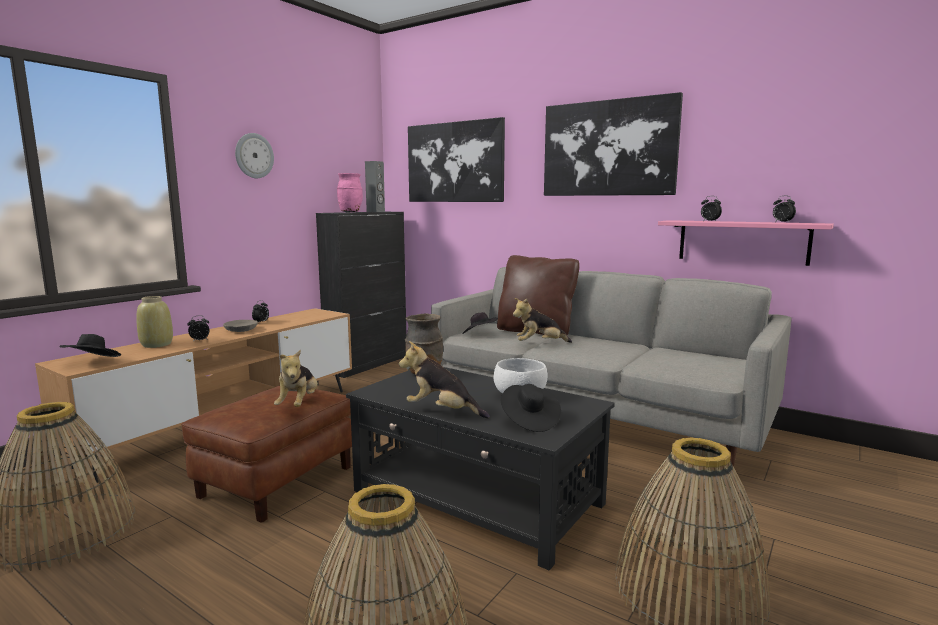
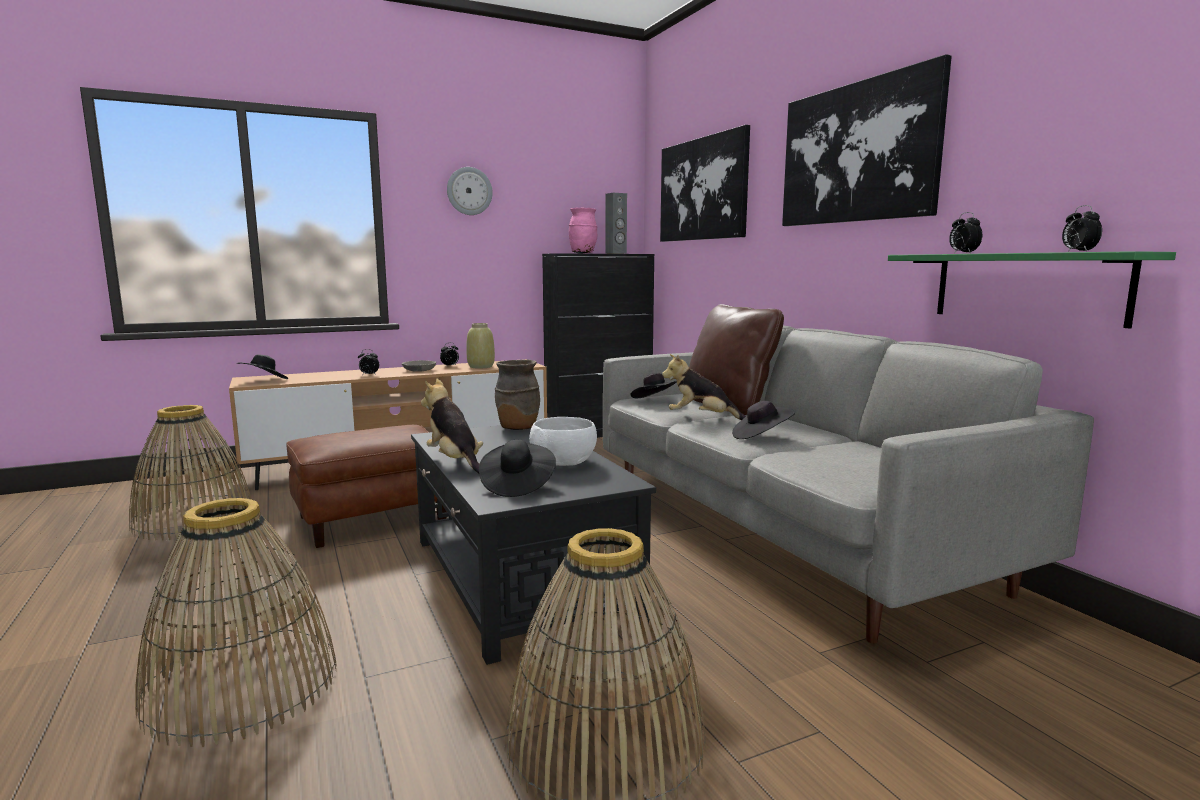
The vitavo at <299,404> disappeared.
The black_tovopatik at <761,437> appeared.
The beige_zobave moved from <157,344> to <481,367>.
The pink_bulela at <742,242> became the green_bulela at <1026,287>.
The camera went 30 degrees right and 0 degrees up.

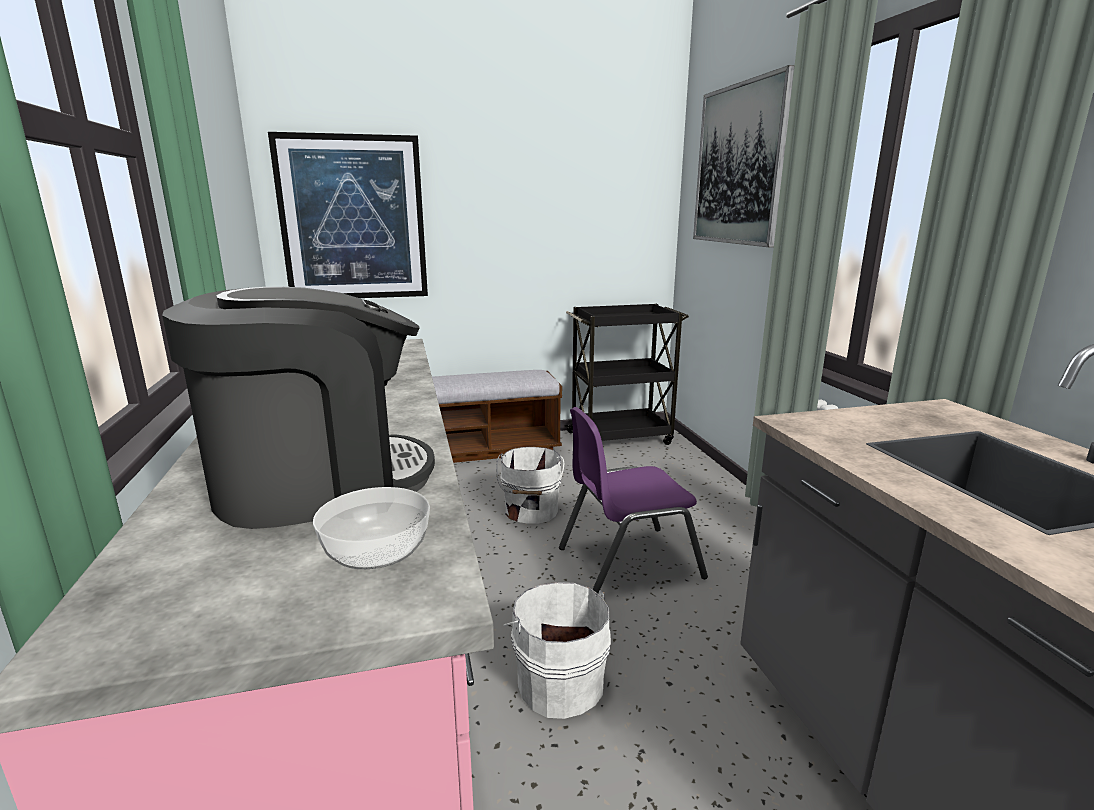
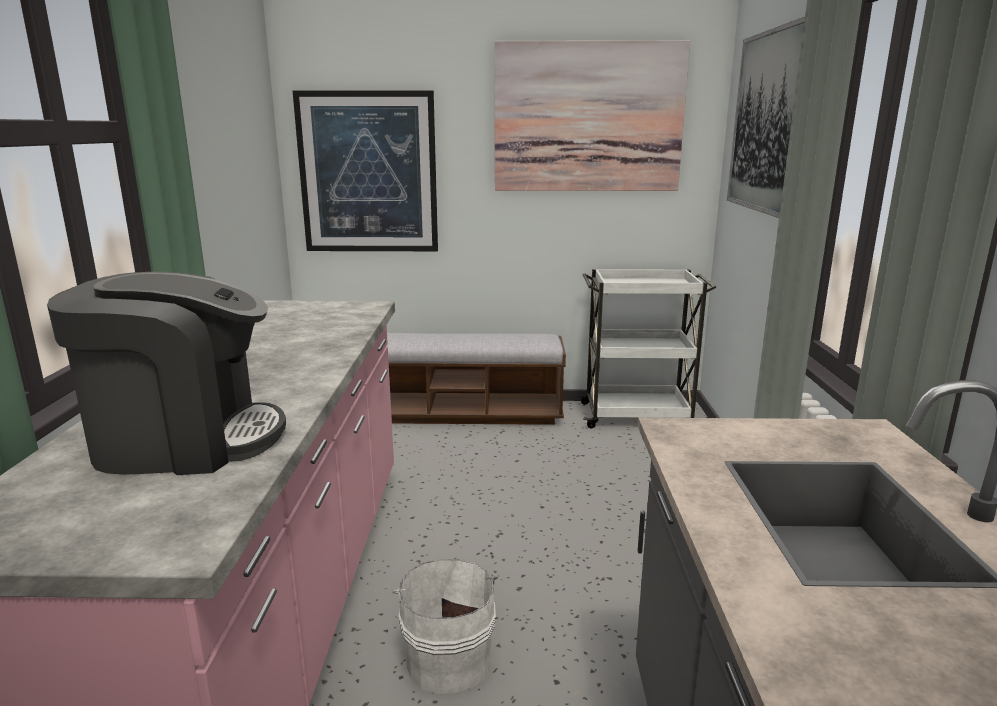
The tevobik at <374,551> disappeared.
The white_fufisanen at <530,511> disappeared.
The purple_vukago at <628,562> disappeared.
The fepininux at <588,118> appeared.
The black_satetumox at <621,438> became the white_satetumox at <637,415>.
The camera went 15 degrees right and 0 degrees up.

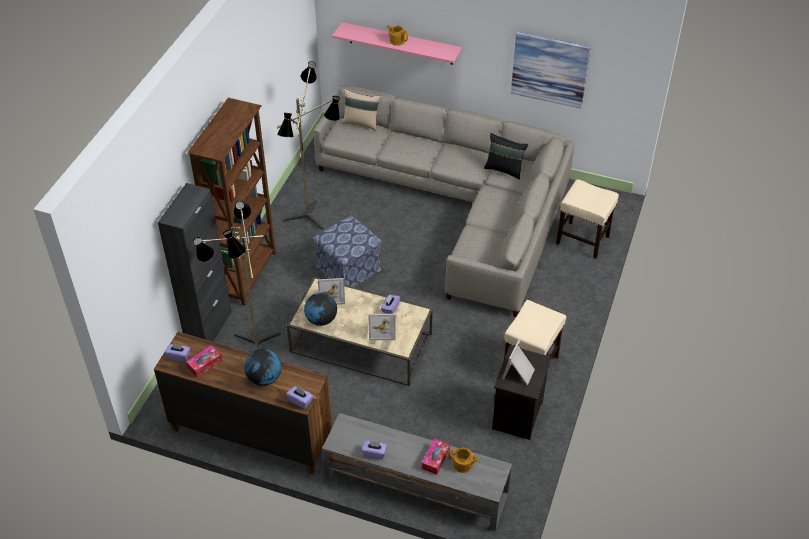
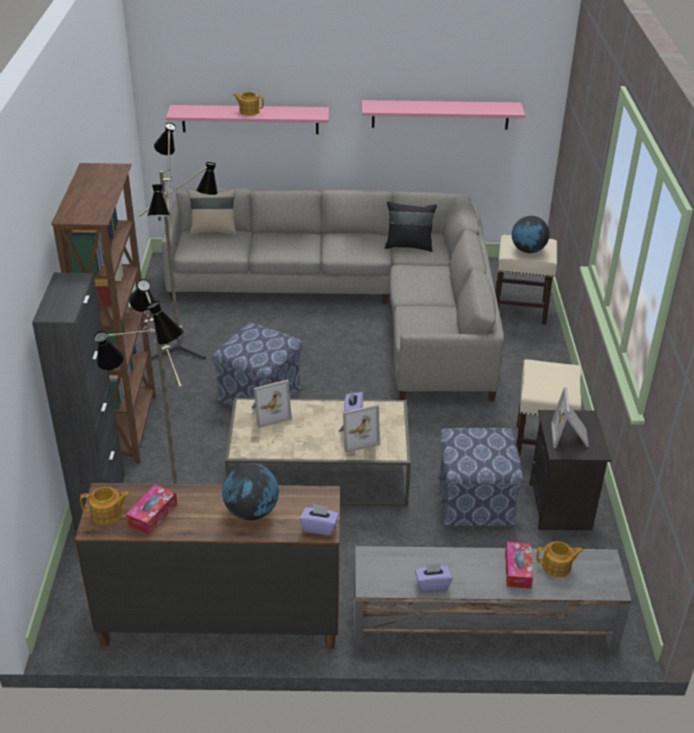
The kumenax at <474,501> appeared.
The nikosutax moved from <321,320> to <528,250>.
The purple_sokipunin at <178,356> was replaced by the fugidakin at <107,514>.
The fepininux at <549,69> was replaced by the pink_bulela at <440,114>.
The camera went 20 degrees left and 10 degrees down.

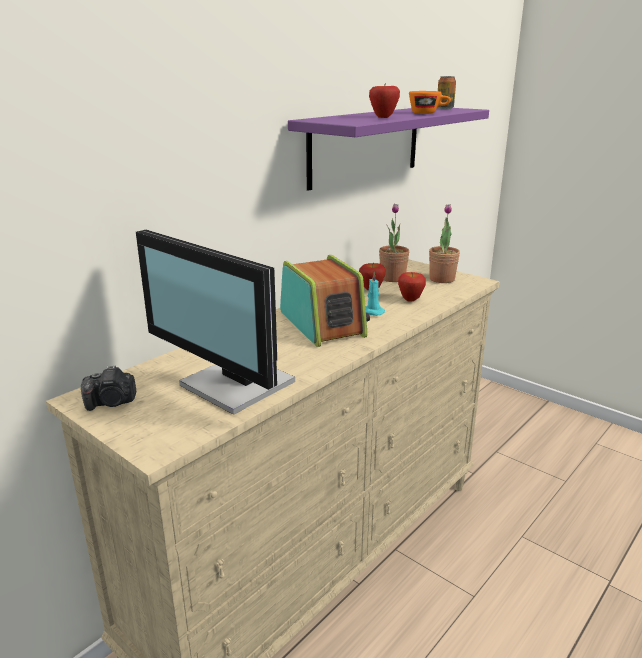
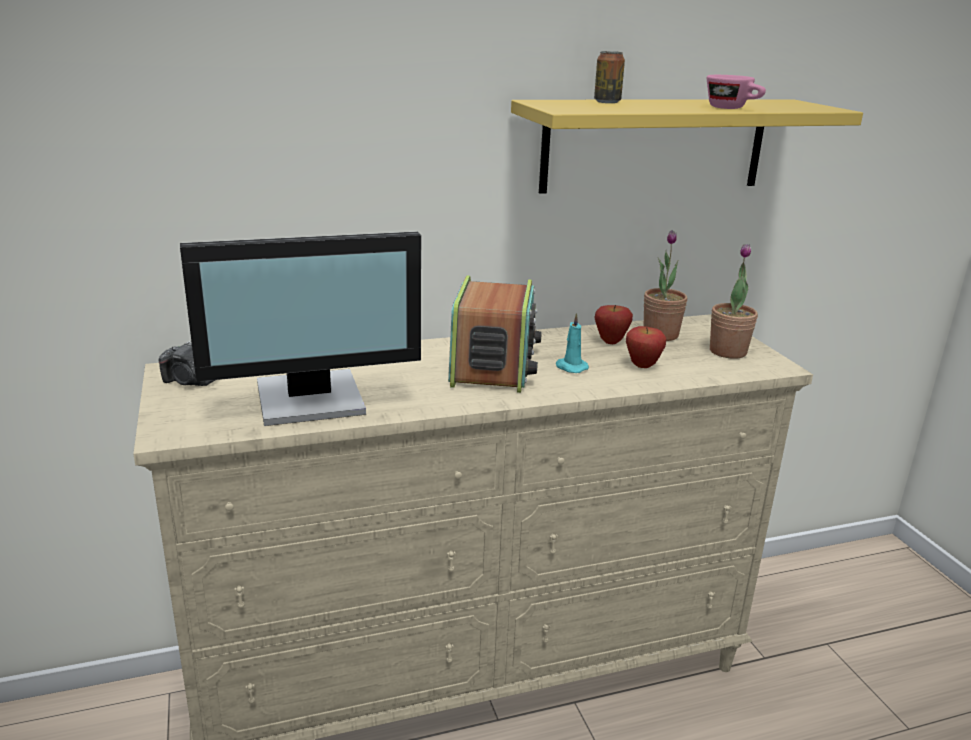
The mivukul at <383,117> disappeared.
The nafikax moved from <445,108> to <607,102>.
The purple_bulela at <365,145> became the yellow_bulela at <655,145>.
The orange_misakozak at <428,113> became the pink_misakozak at <733,108>.
The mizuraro at <234,386> turned 90 degrees counterclockwise.
The camera went 30 degrees right and 0 degrees up.

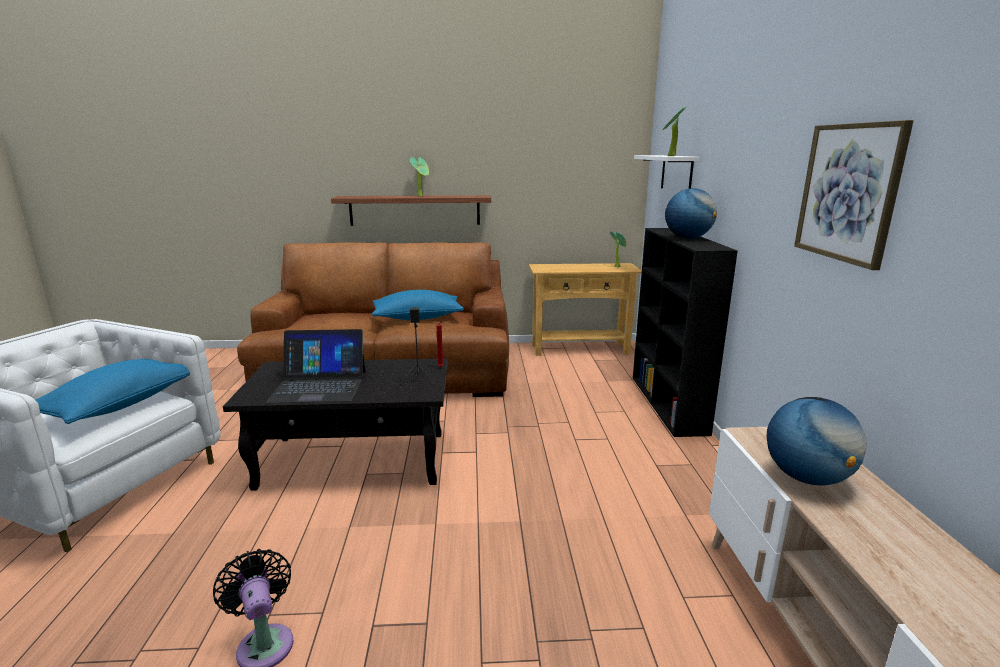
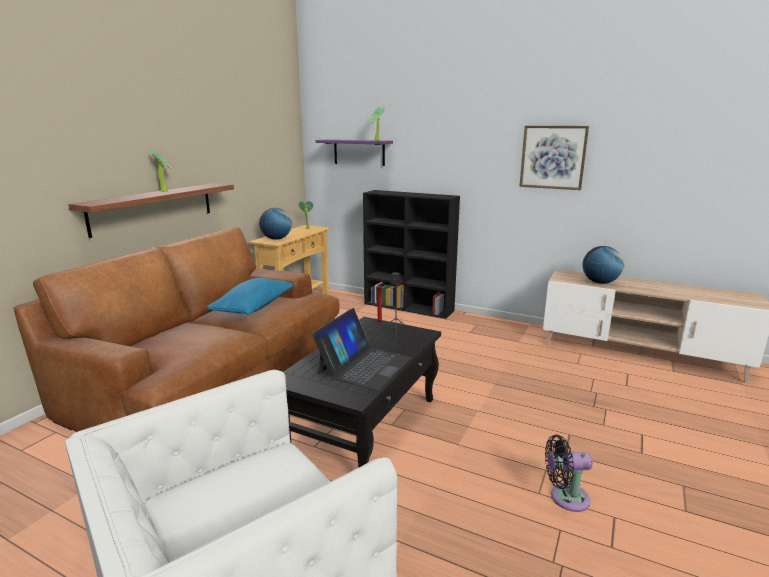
The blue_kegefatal at <120,405> disappeared.
The nikosutax moved from <688,238> to <276,239>.
The white_bulela at <676,173> became the purple_bulela at <359,152>.
The camera went 60 degrees left and 0 degrees up.

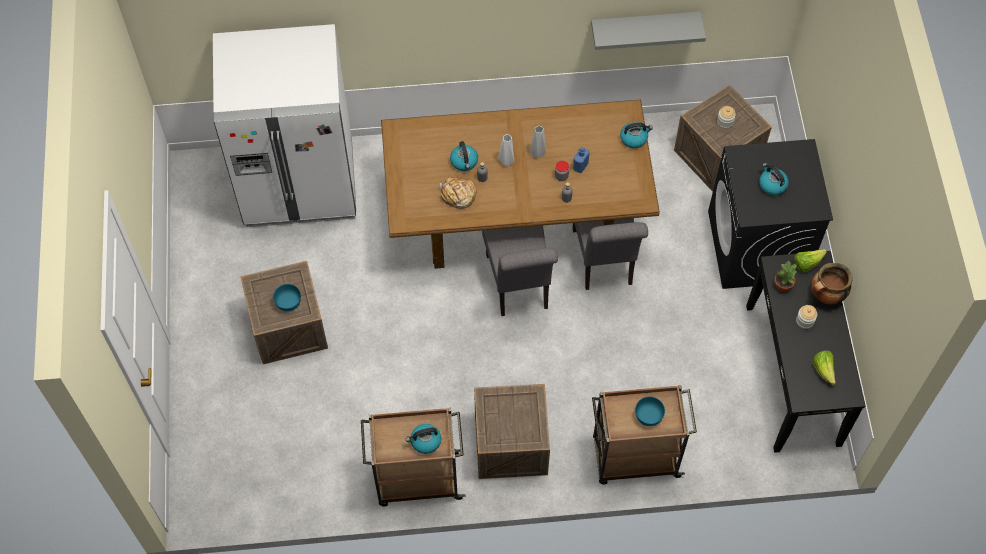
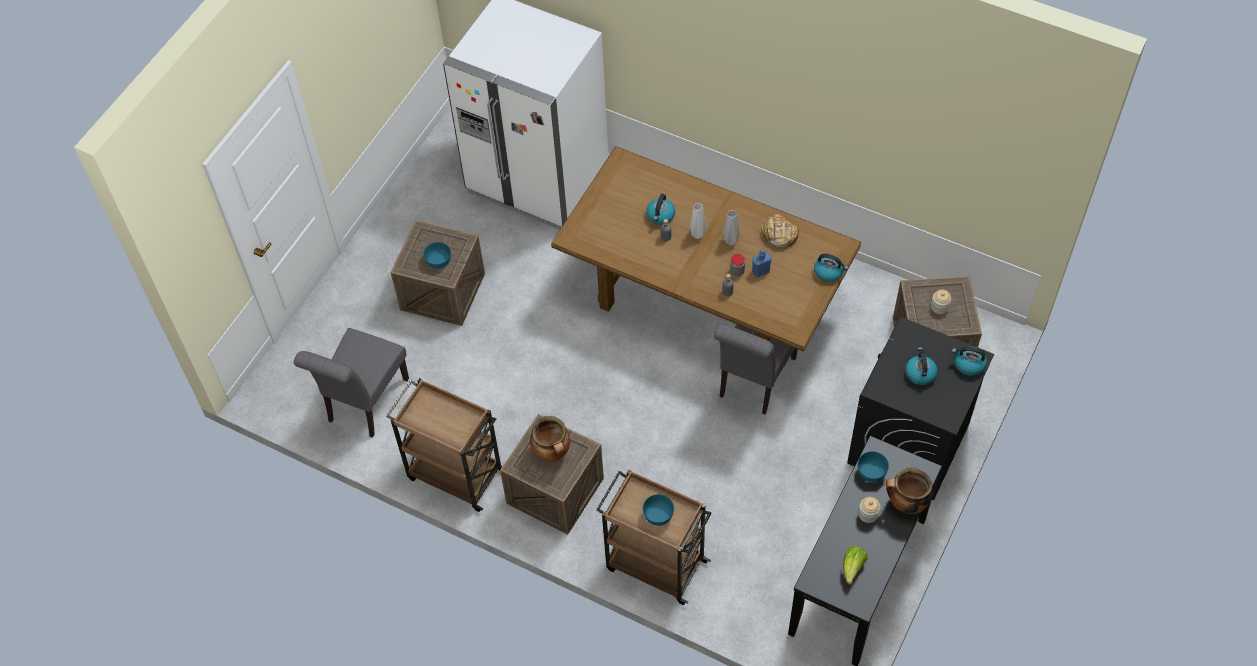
The grey_bulela at <644,25> disappeared.
The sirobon at <807,263> disappeared.
The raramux at <552,452> appeared.
The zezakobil moved from <425,441> to <968,364>.
The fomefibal moved from <458,195> to <779,235>.
The grey_vukago moved from <519,286> to <365,404>.
The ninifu at <783,285> was replaced by the turquoise_tevobik at <871,471>.
The camera went 35 degrees right and 5 degrees down.

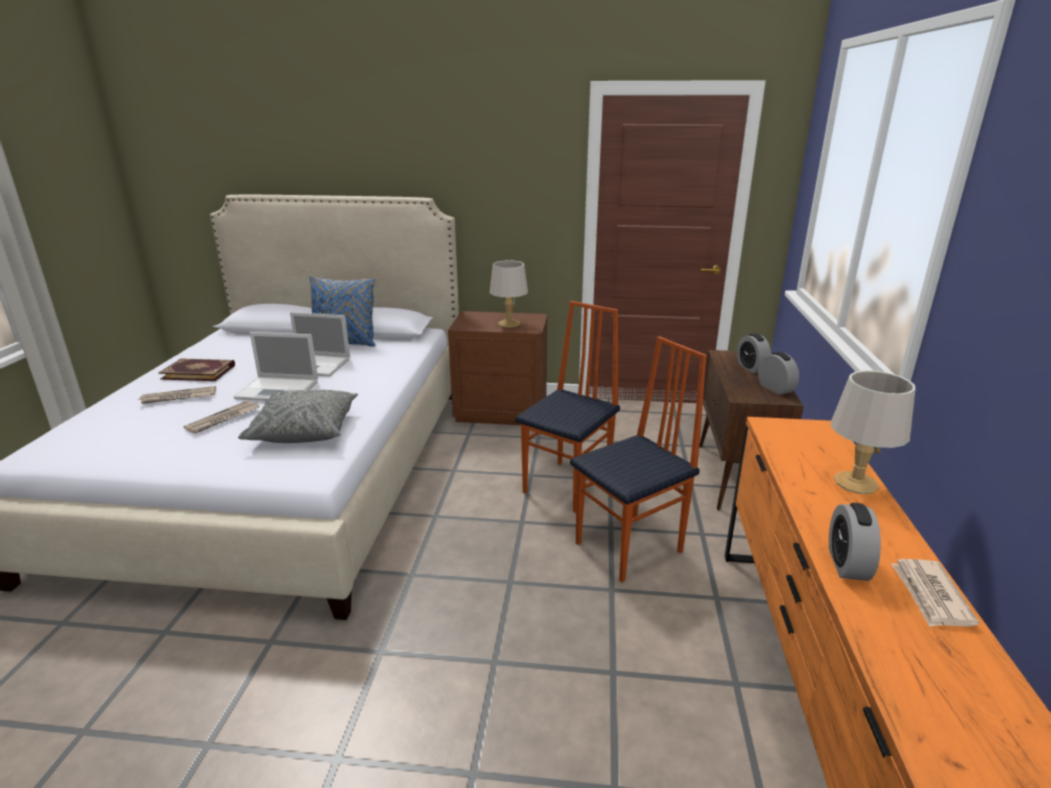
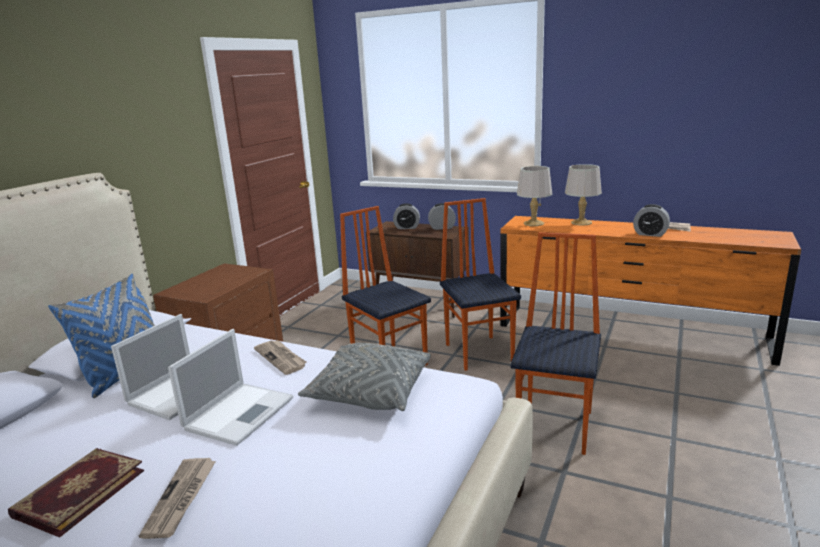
The vukago at <556,426> appeared.
The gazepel moved from <223,419> to <281,358>.
The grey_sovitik moved from <509,323> to <533,223>.
The camera went 70 degrees left and 5 degrees down.

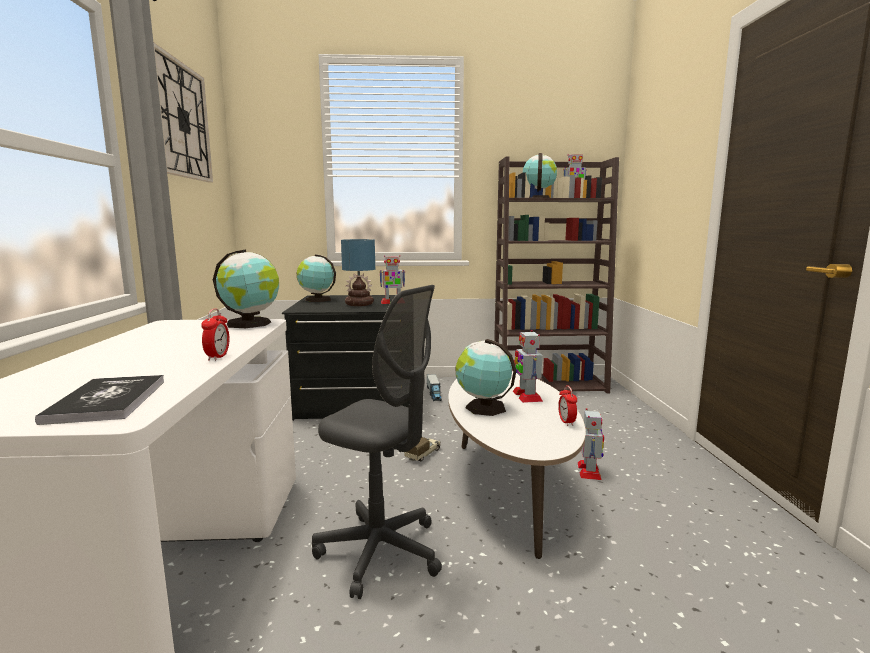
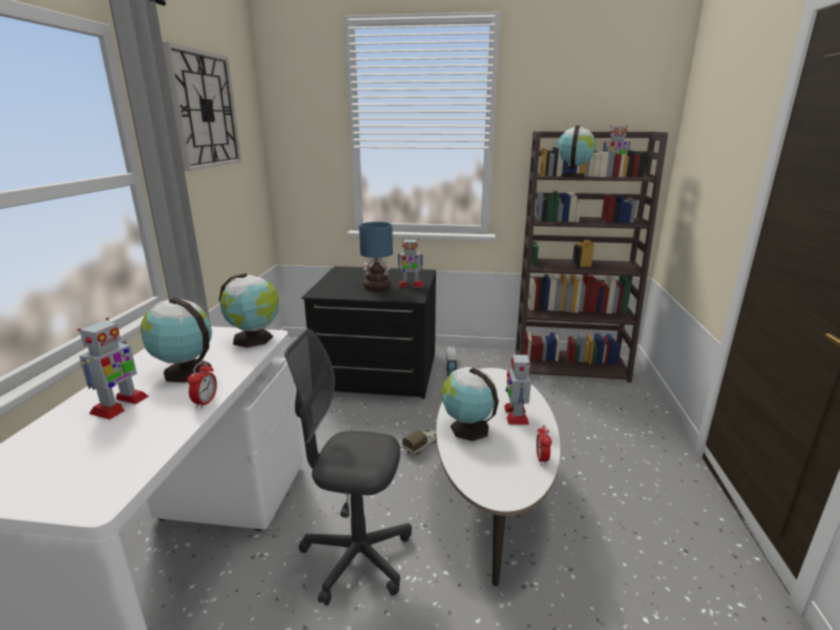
The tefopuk at <107,401> disappeared.
The nikosutax moved from <317,300> to <185,371>.
The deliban moved from <589,471> to <119,405>.
The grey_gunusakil at <380,552> turned 150 degrees clockwise.
The camera went 10 degrees right and 10 degrees up.

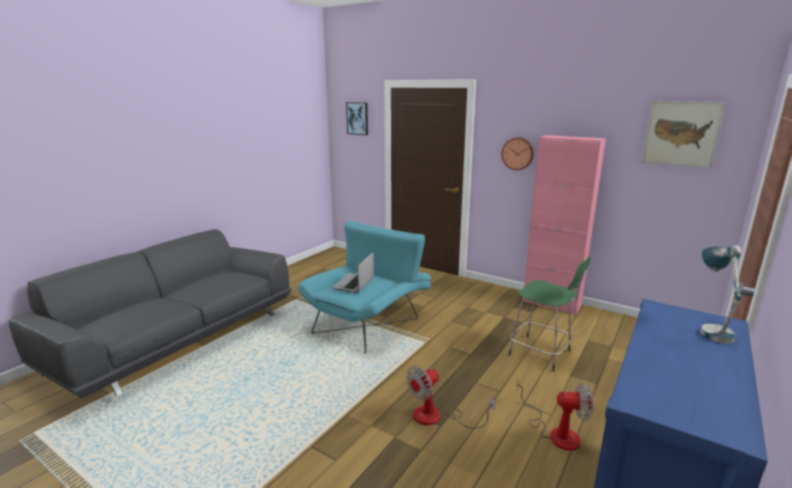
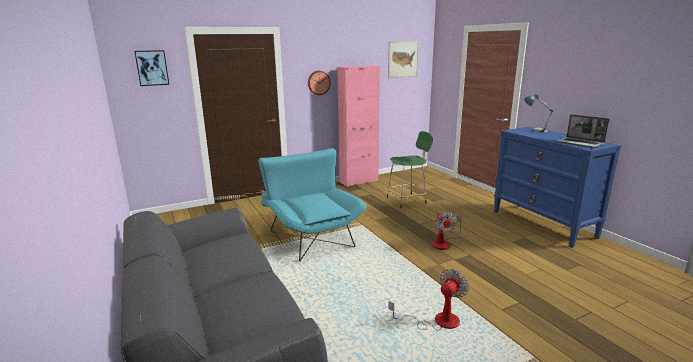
The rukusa moved from <354,284> to <581,143>.
The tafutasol moved from <556,432> to <437,321>.
The camera went 60 degrees left and 0 degrees up.

